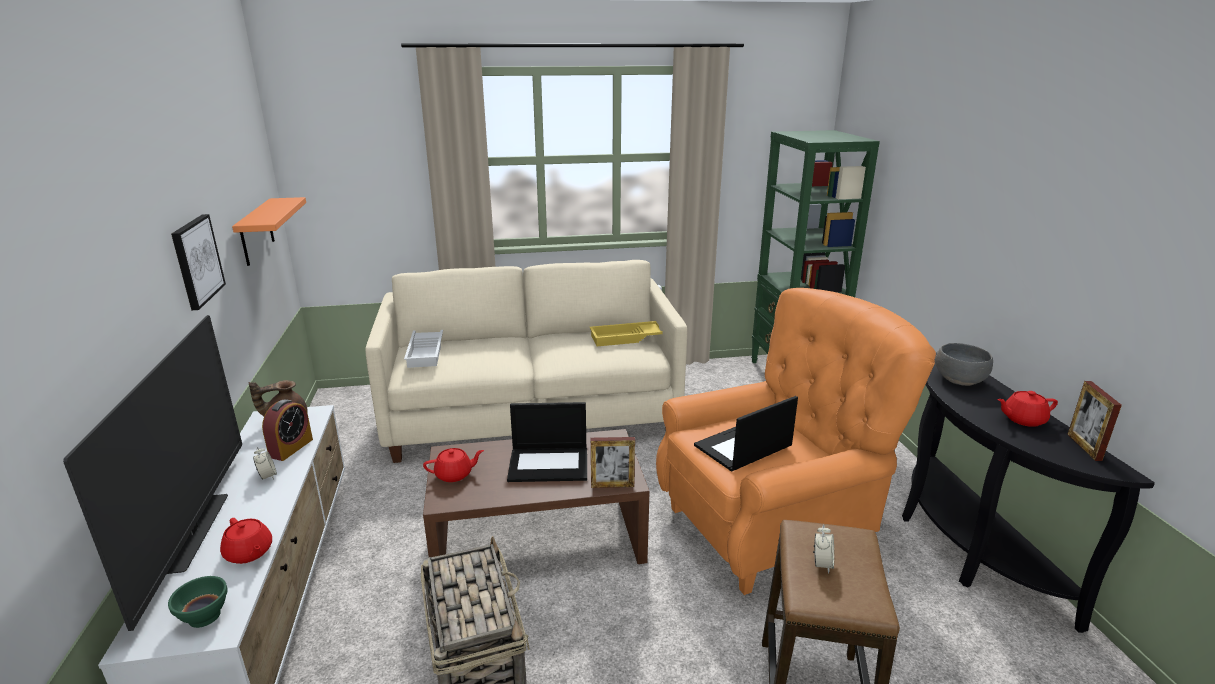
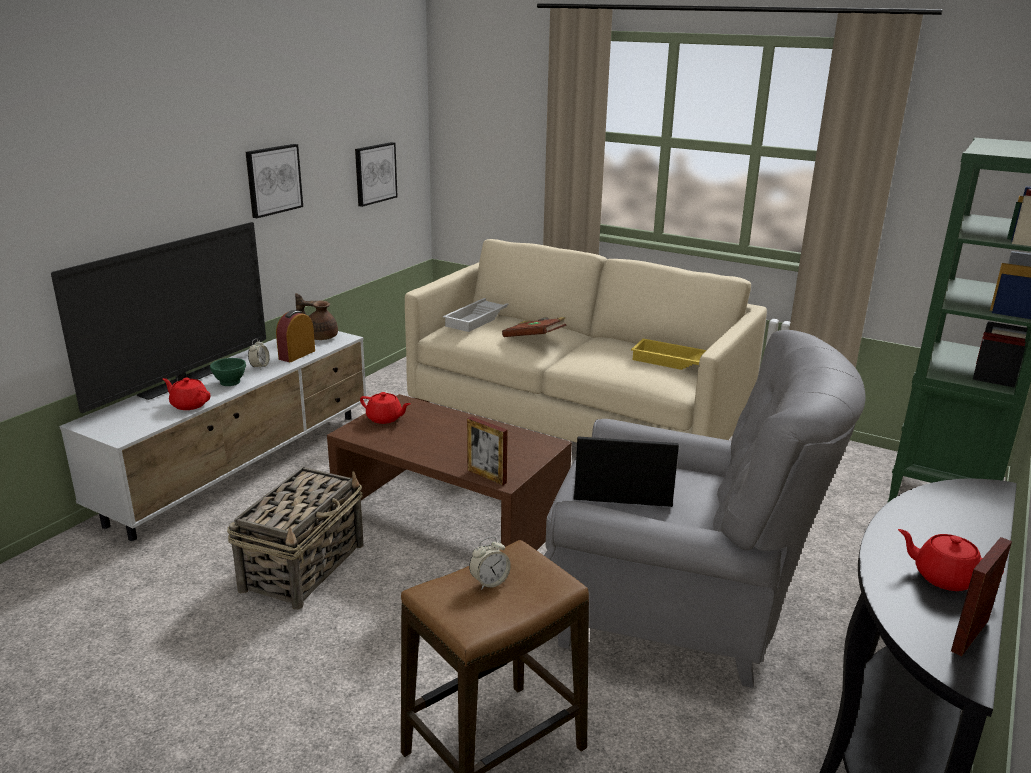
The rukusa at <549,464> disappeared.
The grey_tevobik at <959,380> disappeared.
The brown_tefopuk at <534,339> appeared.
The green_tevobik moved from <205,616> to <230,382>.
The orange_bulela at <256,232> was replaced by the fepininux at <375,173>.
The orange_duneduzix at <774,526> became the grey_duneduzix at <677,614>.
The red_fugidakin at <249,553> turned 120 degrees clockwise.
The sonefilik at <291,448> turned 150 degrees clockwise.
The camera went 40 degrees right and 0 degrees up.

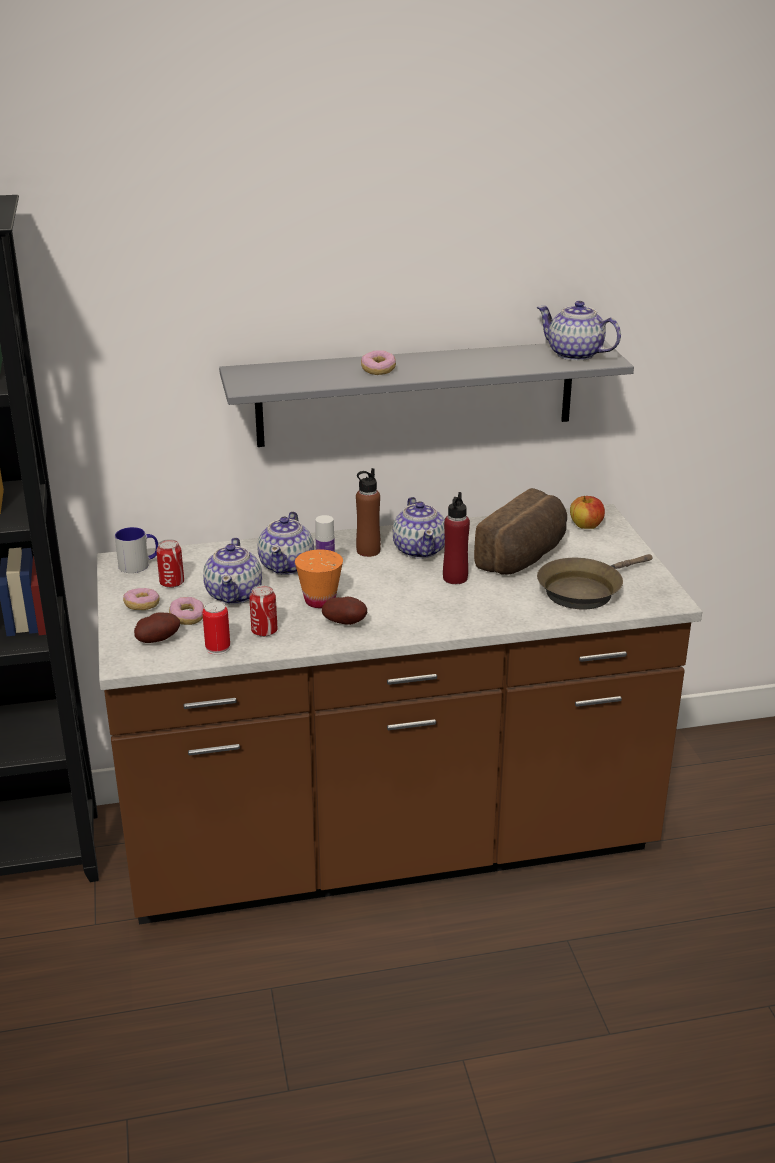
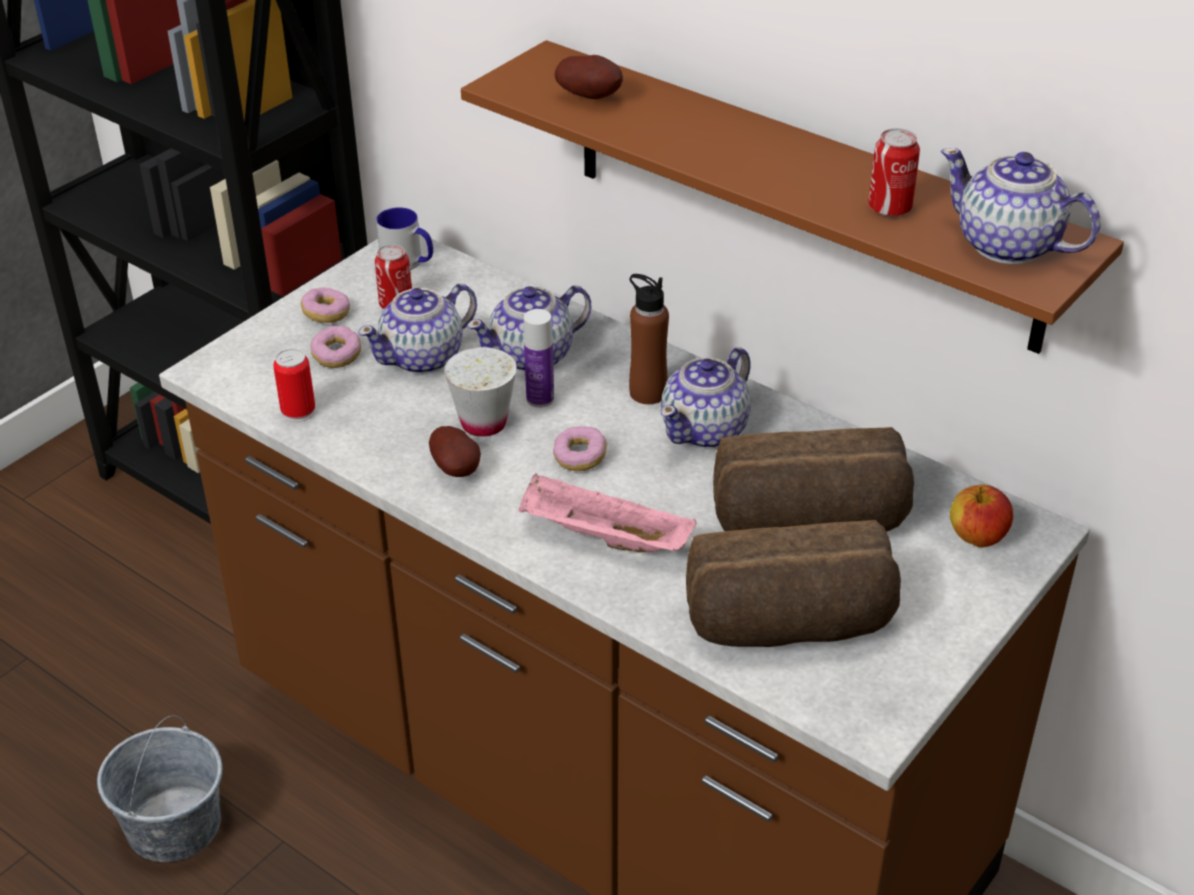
The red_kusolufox at <455,578> disappeared.
The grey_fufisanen at <174,825> appeared.
The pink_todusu at <602,538> appeared.
The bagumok moved from <158,640> to <592,97>.
The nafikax moved from <264,631> to <889,208>.
The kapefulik moved from <378,370> to <580,458>.
The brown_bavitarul at <584,590> was replaced by the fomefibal at <790,626>.
The grey_bulela at <416,393> became the brown_bulela at <801,194>.
The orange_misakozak at <320,601> became the white_misakozak at <483,423>.
The fugidakin at <575,355> turned 45 degrees counterclockwise.
The camera went 50 degrees right and 10 degrees up.

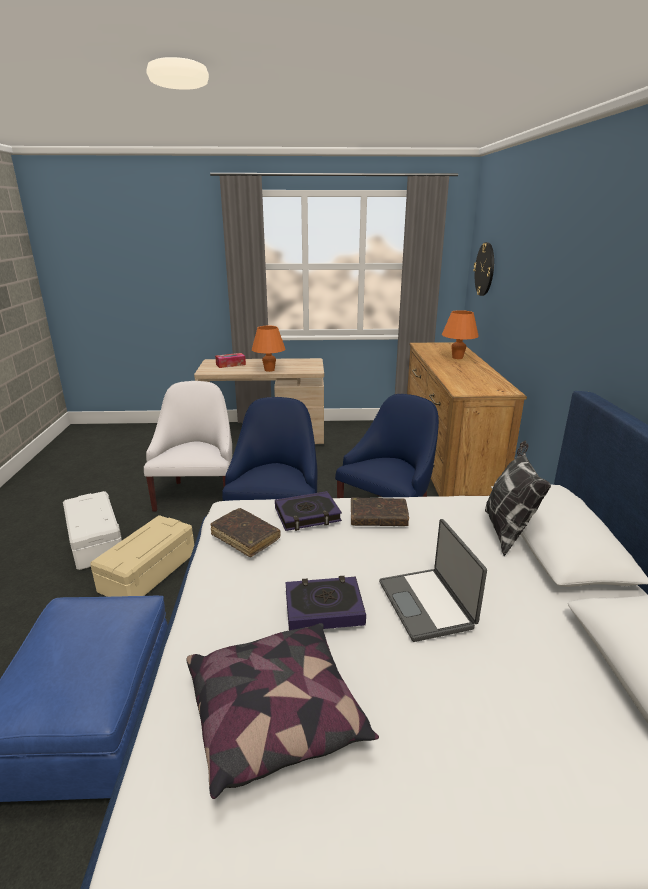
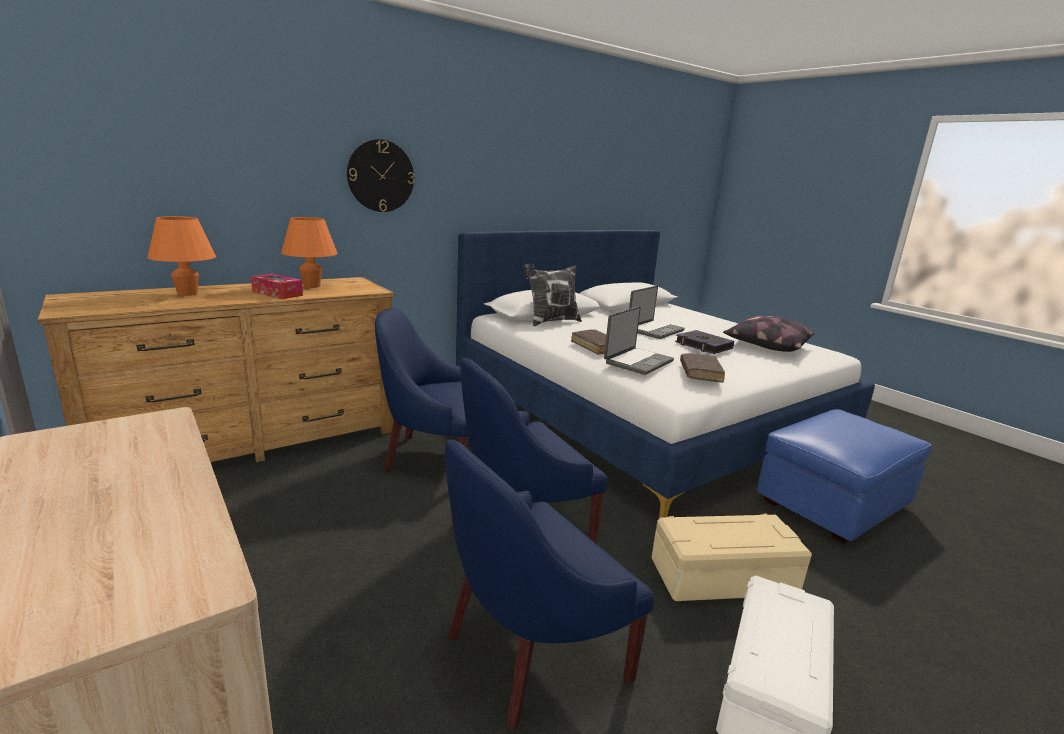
The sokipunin moved from <230,364> to <277,293>.
The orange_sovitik moved from <269,370> to <311,286>.
The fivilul moved from <485,269> to <380,176>.
The tefopuk at <307,515> was replaced by the rukusa at <637,362>.
The white_duneduzix at <198,495> became the blue_duneduzix at <529,651>.
The camera went 125 degrees left and 5 degrees down.

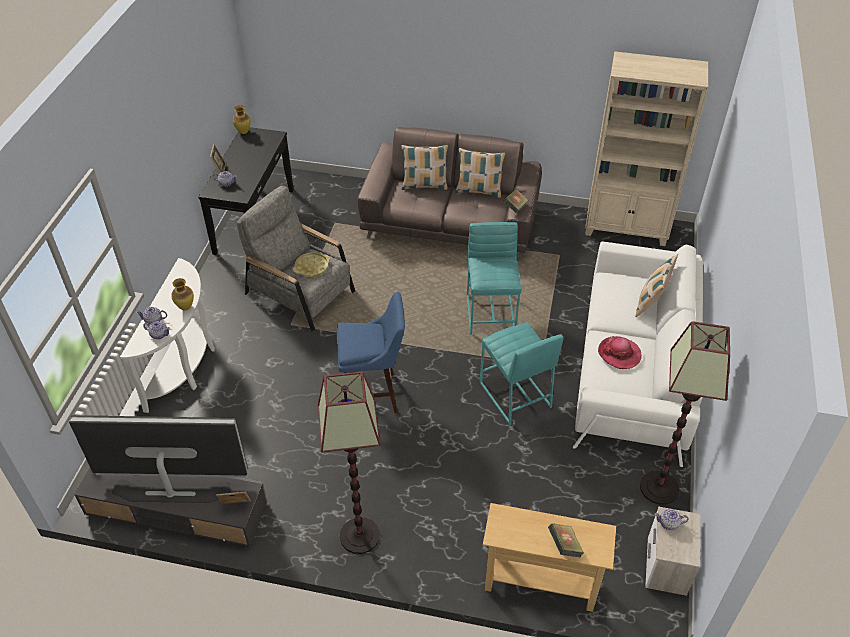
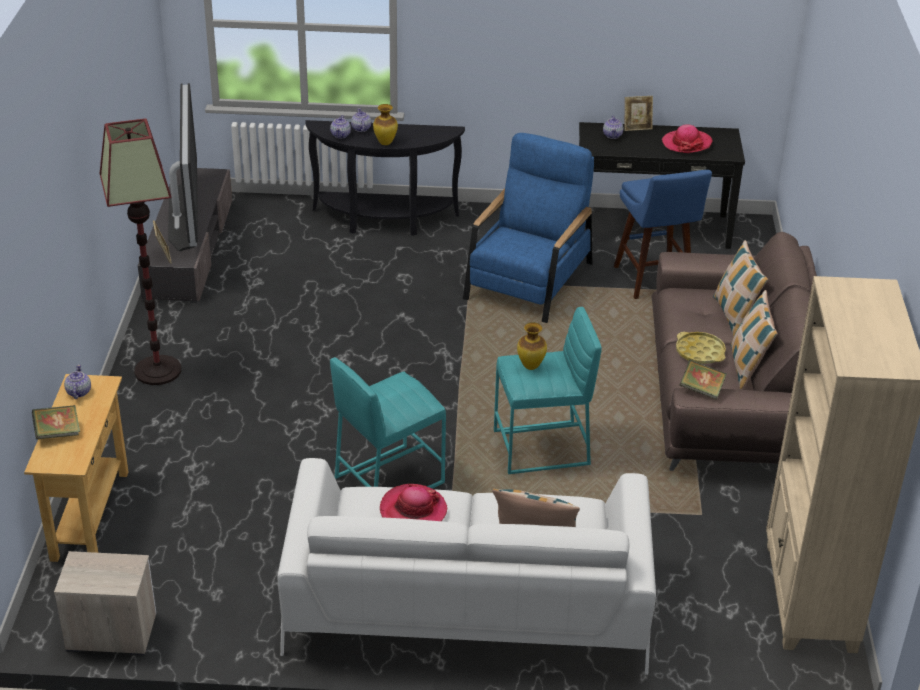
The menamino at <659,488> disappeared.
The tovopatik at <686,143> appeared.
The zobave moved from <244,132> to <531,366>.
The yellow_todusu moved from <312,267> to <700,352>.
The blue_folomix moved from <374,394> to <654,281>.
The fugidakin moved from <669,523> to <78,392>.
The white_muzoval at <186,366> became the black_muzoval at <384,221>.
The grey_duneduzix at <300,292> became the blue_duneduzix at <529,281>.
The camera went 80 degrees right and 10 degrees down.

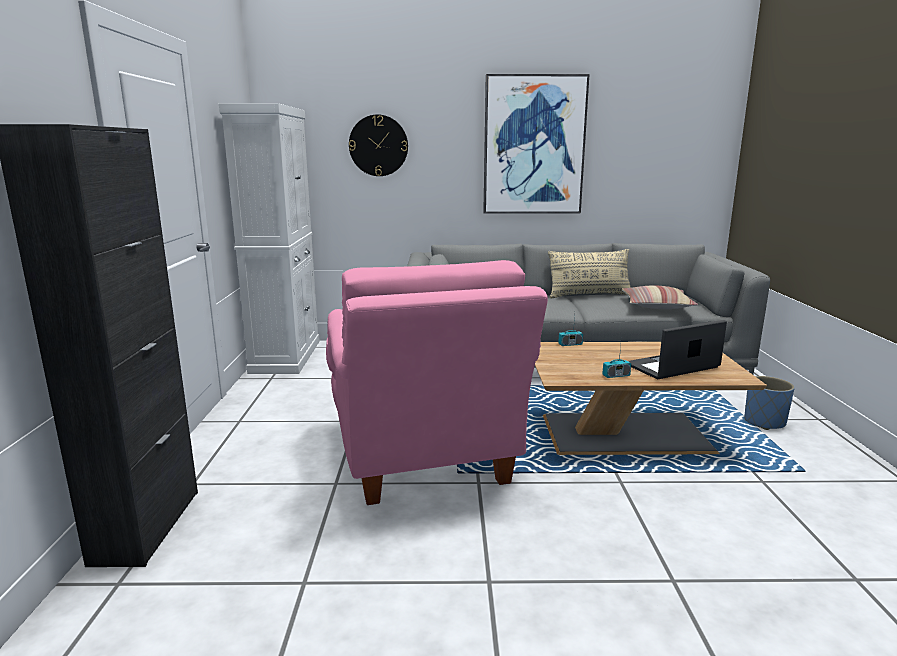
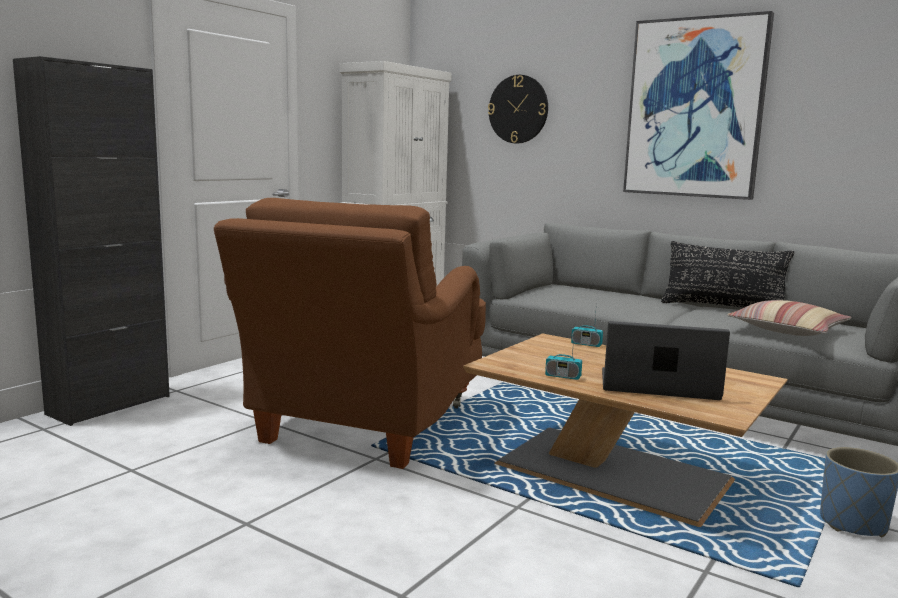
The pink_duneduzix at <423,458> became the brown_duneduzix at <364,426>.
The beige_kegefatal at <589,295> became the black_kegefatal at <722,308>.
The camera went 35 degrees right and 5 degrees down.

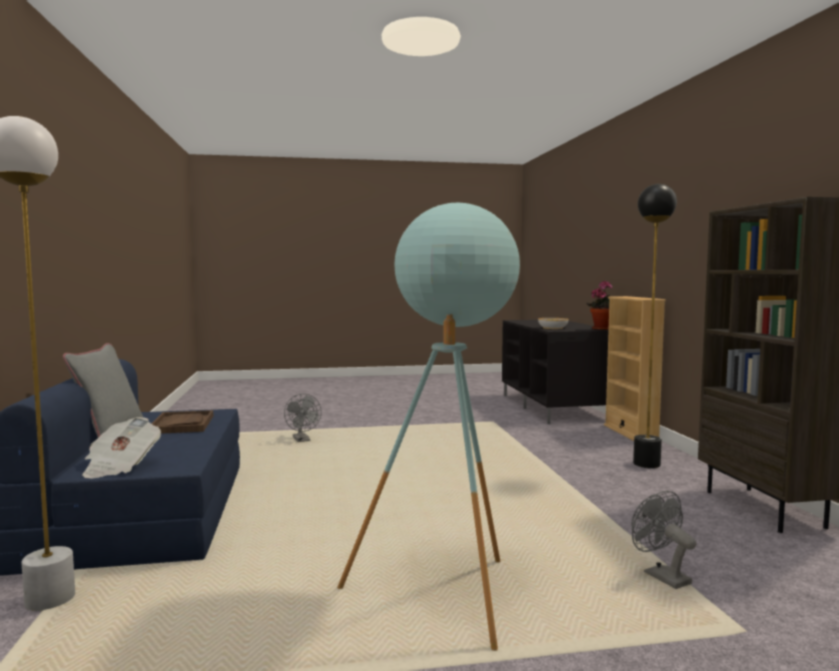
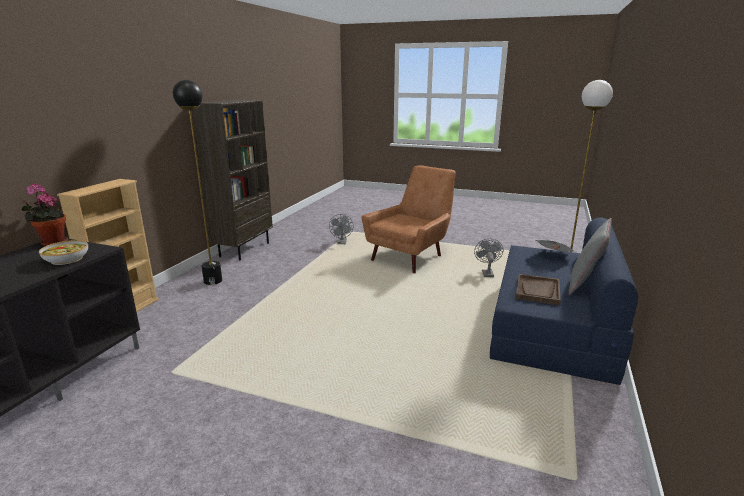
The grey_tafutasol moved from <302,440> to <486,273>.
The turquoise_menamino at <449,579> was replaced by the brown_duneduzix at <411,256>.
The camera went 150 degrees left and 15 degrees up.

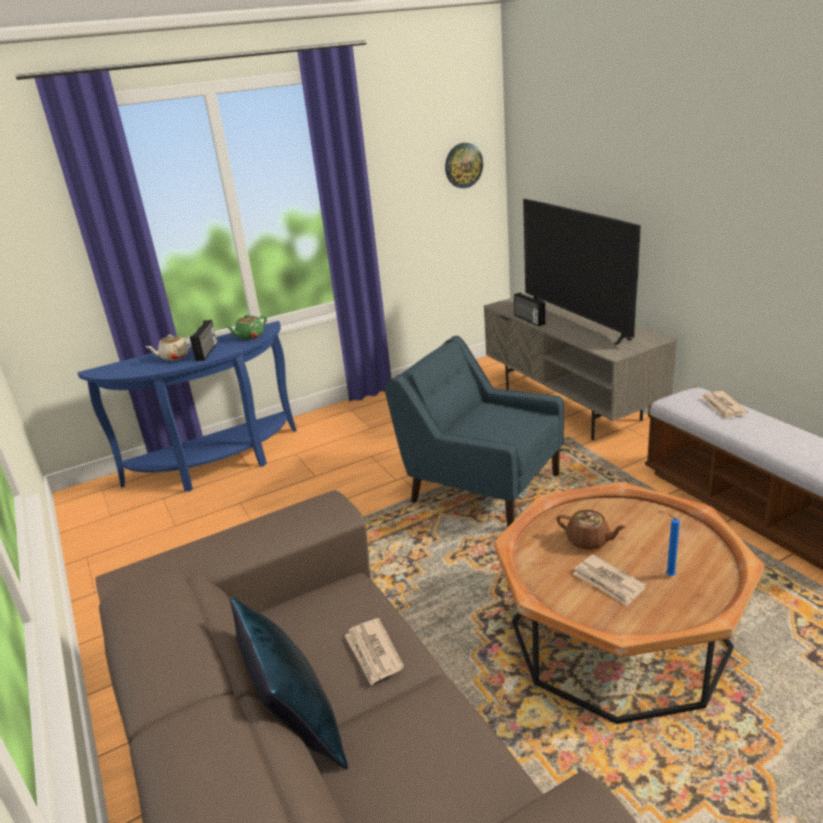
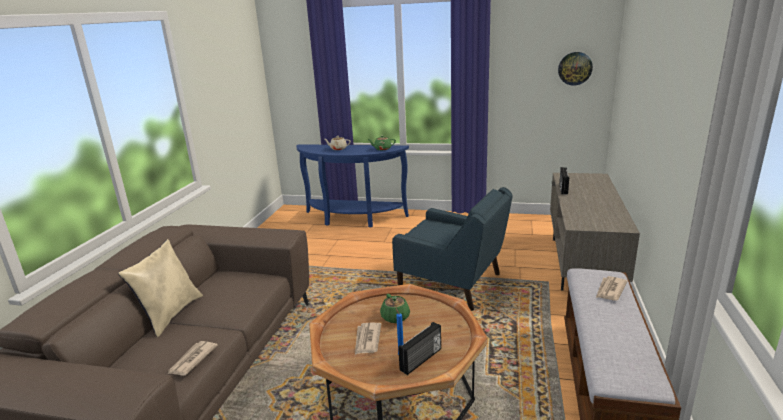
The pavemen at <576,321> disappeared.
The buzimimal moved from <207,351> to <421,360>.
The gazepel moved from <373,653> to <192,360>.
The blue_kegefatal at <297,726> became the beige_kegefatal at <171,314>.
The brown_fugidakin at <589,541> became the green_fugidakin at <395,317>.
The blue_duneduzix at <482,487> turned 135 degrees clockwise.
The camera went 40 degrees right and 5 degrees down.

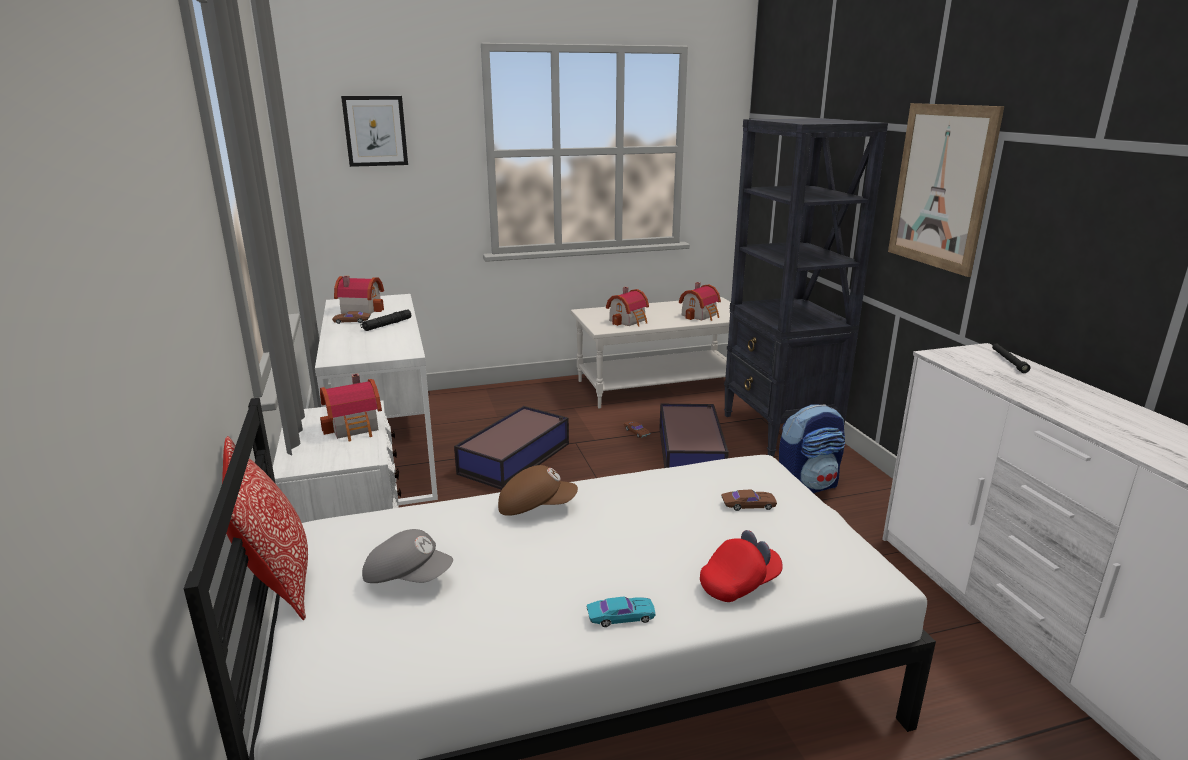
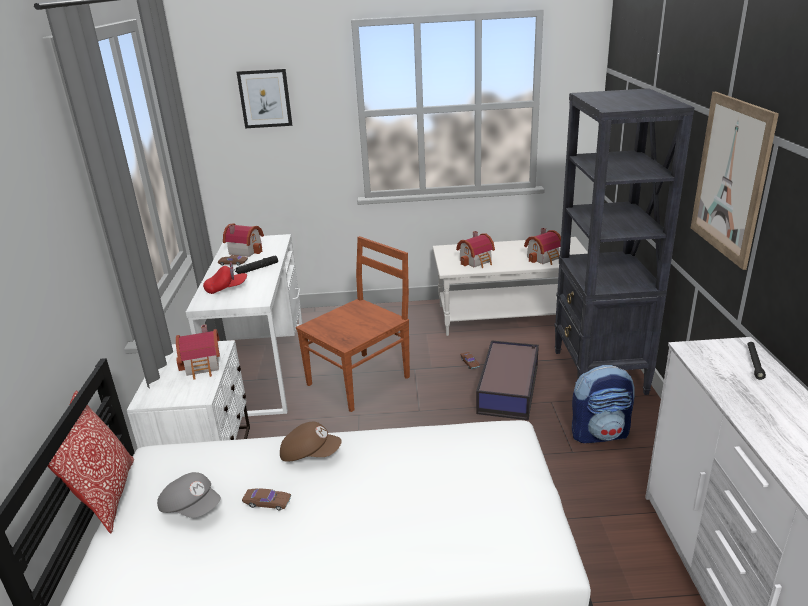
The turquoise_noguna at <621,616> disappeared.
The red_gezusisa moved from <740,584> to <226,288>.
The brown_noguna moved from <748,504> to <267,502>.
The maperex at <516,458> was replaced by the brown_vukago at <360,380>.
The camera went 15 degrees right and 5 degrees up.

